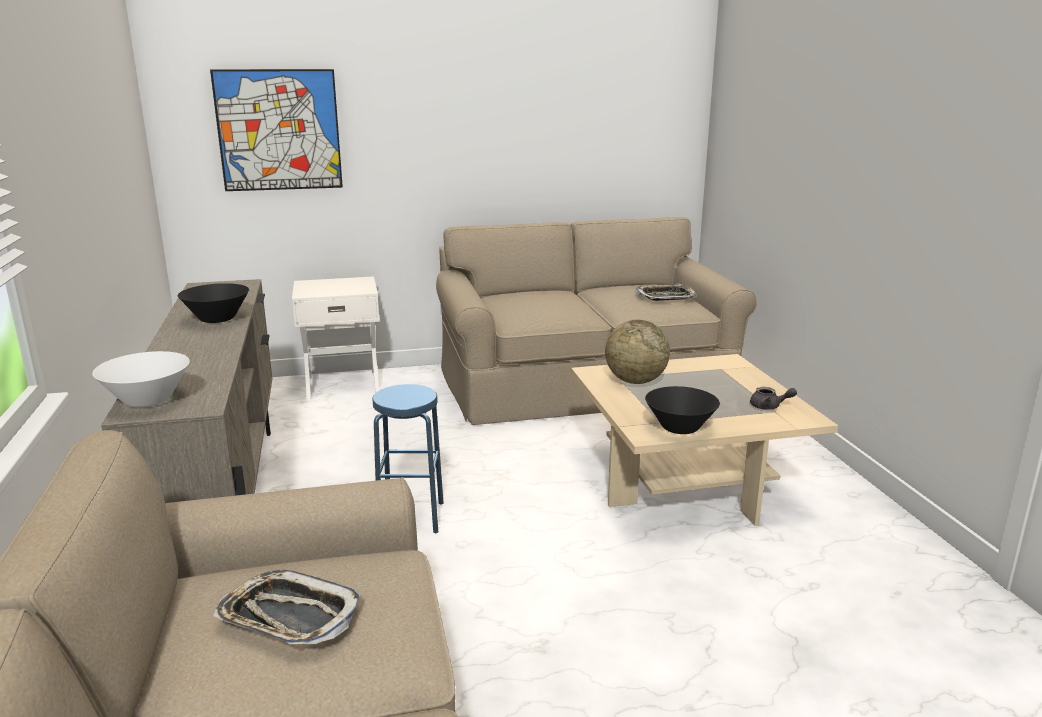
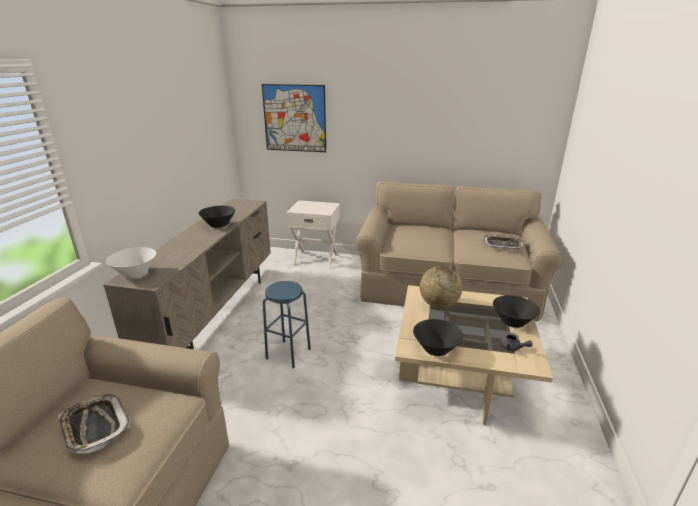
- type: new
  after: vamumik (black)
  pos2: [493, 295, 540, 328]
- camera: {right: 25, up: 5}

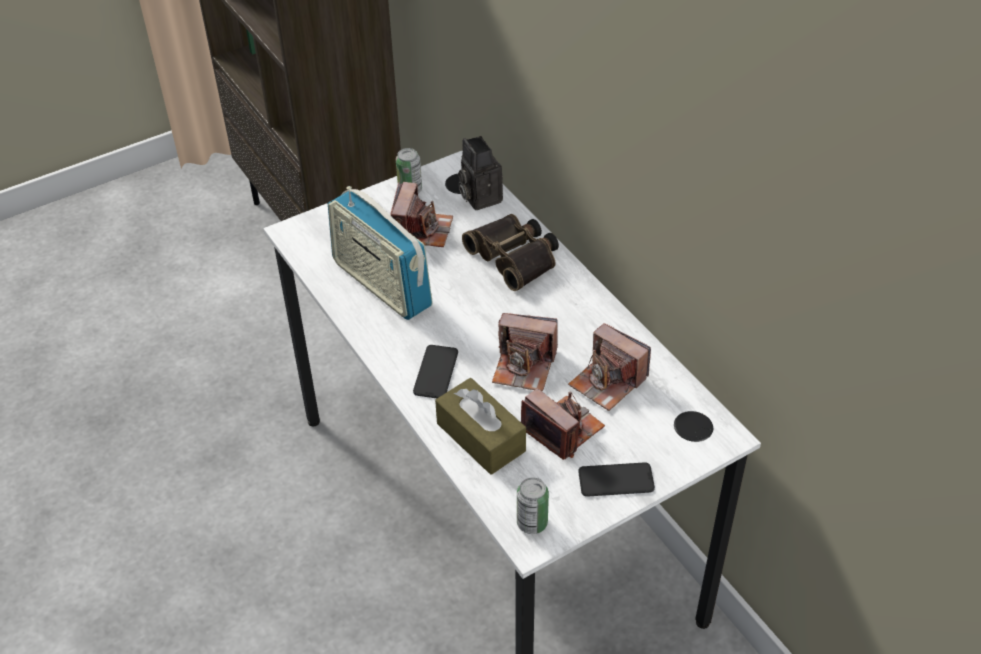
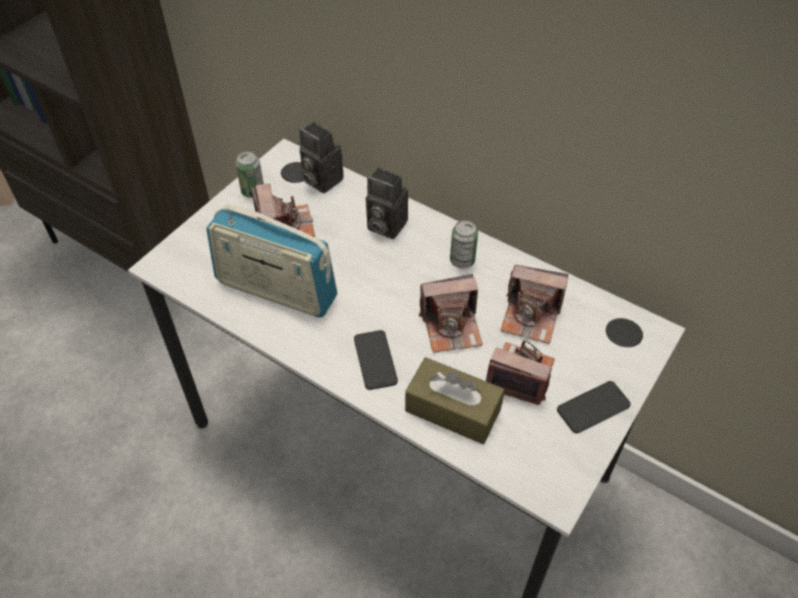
- type: swapped
  before: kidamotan
  after: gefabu
  pos1: [462, 214, 559, 291]
  pos2: [366, 168, 408, 239]
- type: shifted
  before: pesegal
  pos1: [517, 478, 549, 534]
  pos2: [450, 220, 478, 269]
- camera: {right: -25, up: 5}

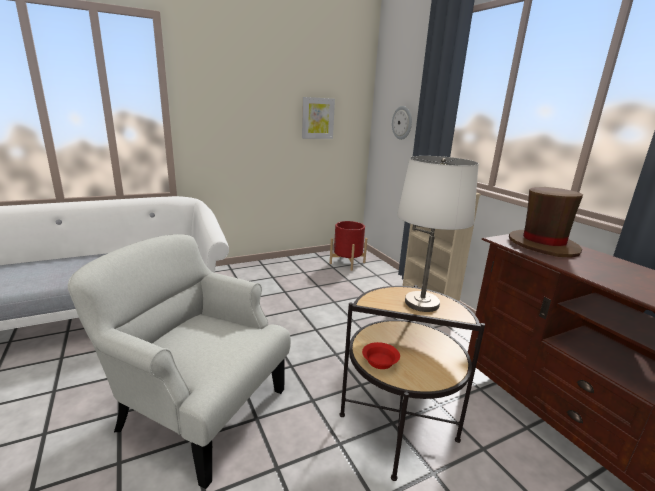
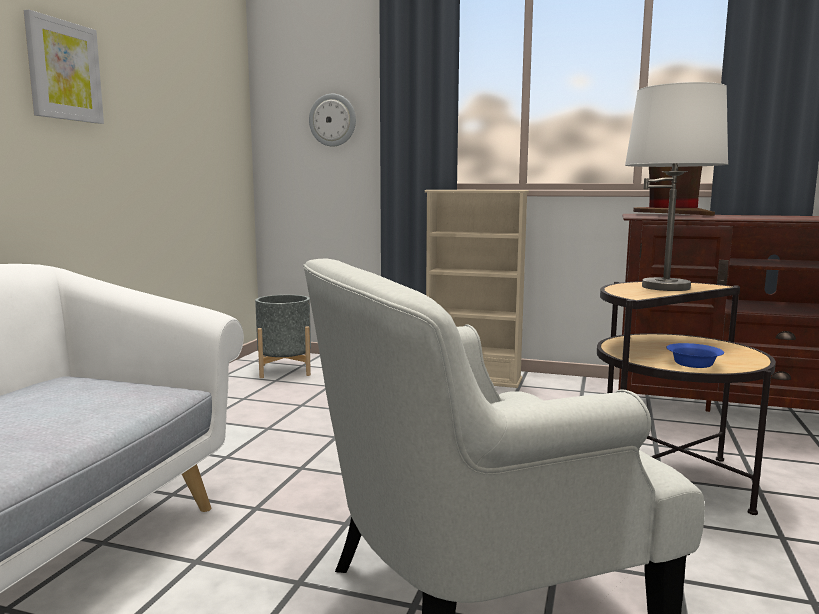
- type: shifted
  before: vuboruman
  pos1: [302, 97, 335, 139]
  pos2: [24, 10, 104, 124]
- type: repainted
  before: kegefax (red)
  after: kegefax (grey)
  pos1: [330, 221, 368, 271]
  pos2: [255, 295, 311, 378]
- type: repainted
  before: vamumik (red)
  after: vamumik (blue)
  pos1: [362, 342, 400, 369]
  pos2: [666, 343, 724, 368]
- camera: {right: -45, up: -10}

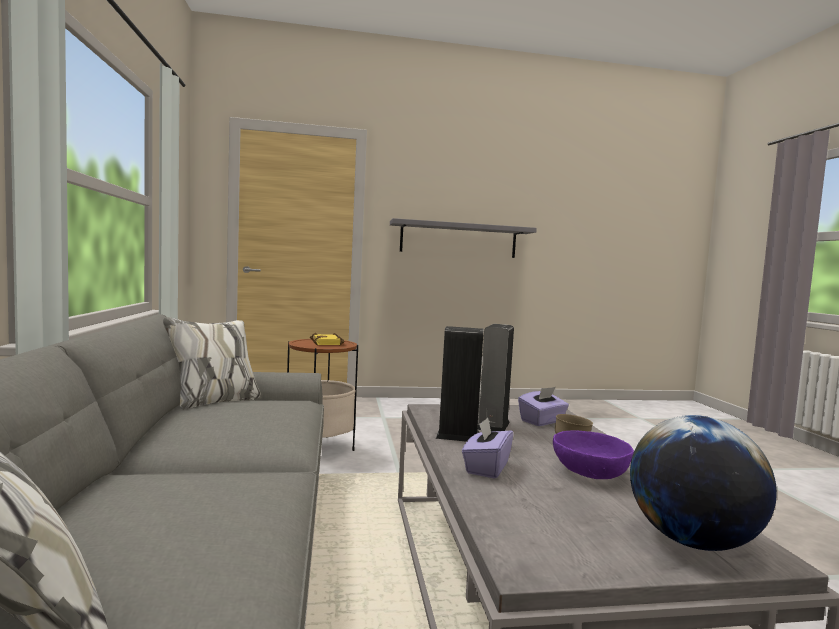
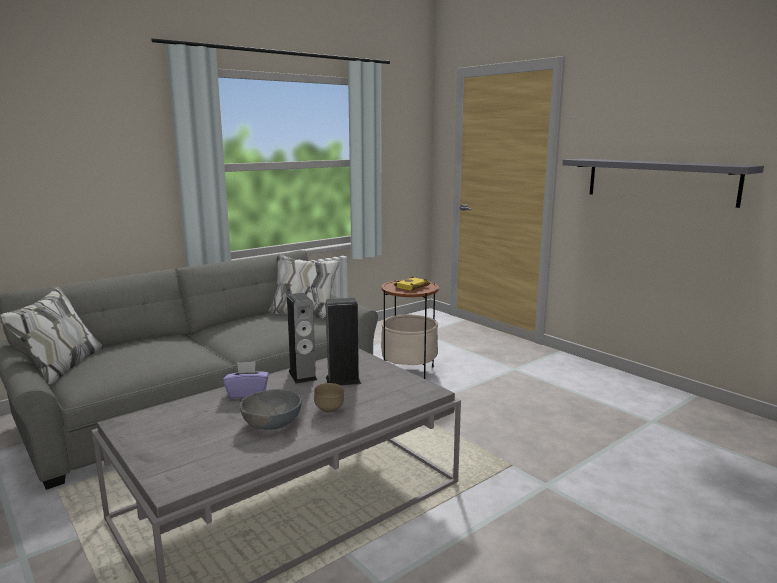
- type: repainted
  before: vamumik (purple)
  after: vamumik (grey)
  pos1: [553, 430, 634, 479]
  pos2: [240, 389, 302, 430]
- type: gone
  before: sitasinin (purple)
  pos1: [518, 387, 569, 426]
- type: gone
  before: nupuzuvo
  pos1: [630, 415, 777, 551]
- camera: {right: 60, up: 10}

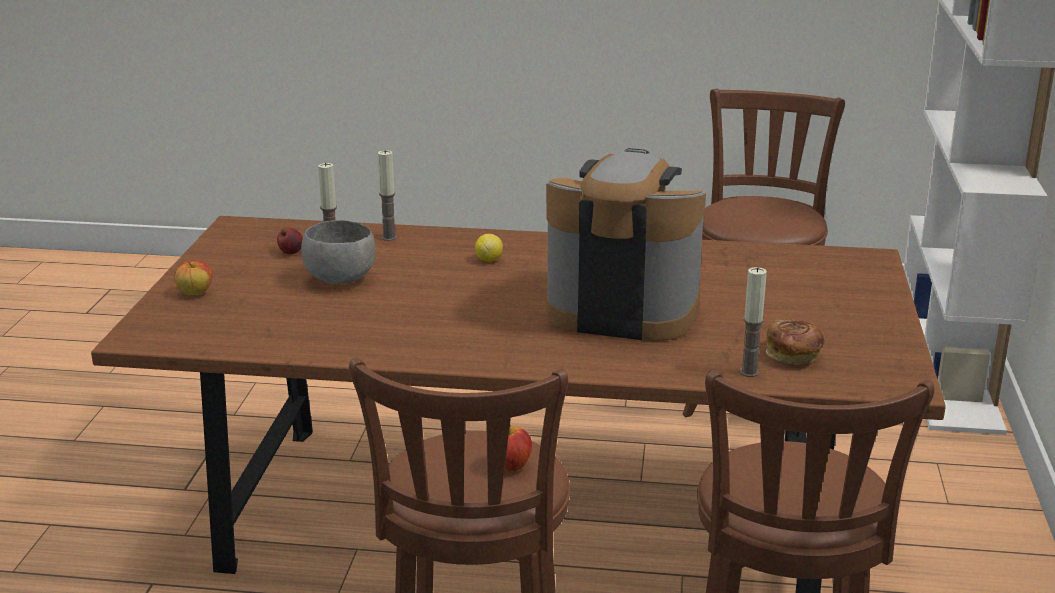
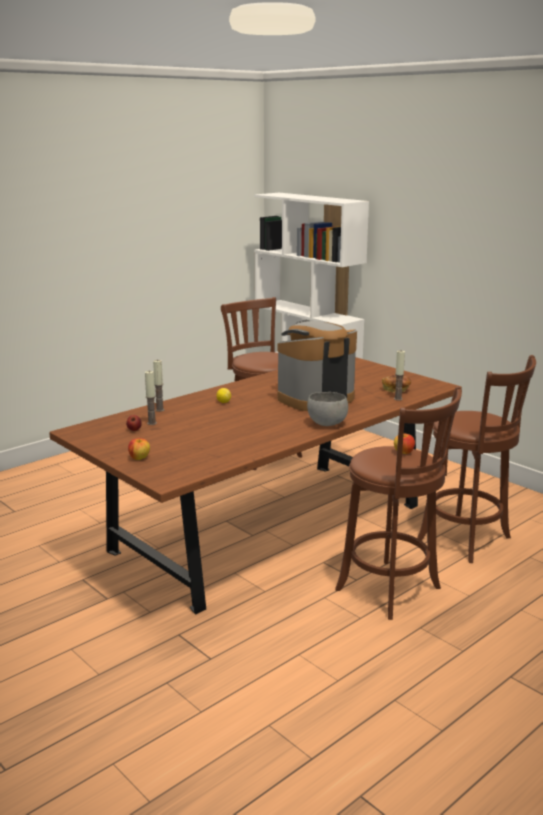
- type: shifted
  before: vamumik (grey)
  pos1: [301, 220, 376, 284]
  pos2: [307, 392, 348, 426]
- camera: {right: -50, up: -5}

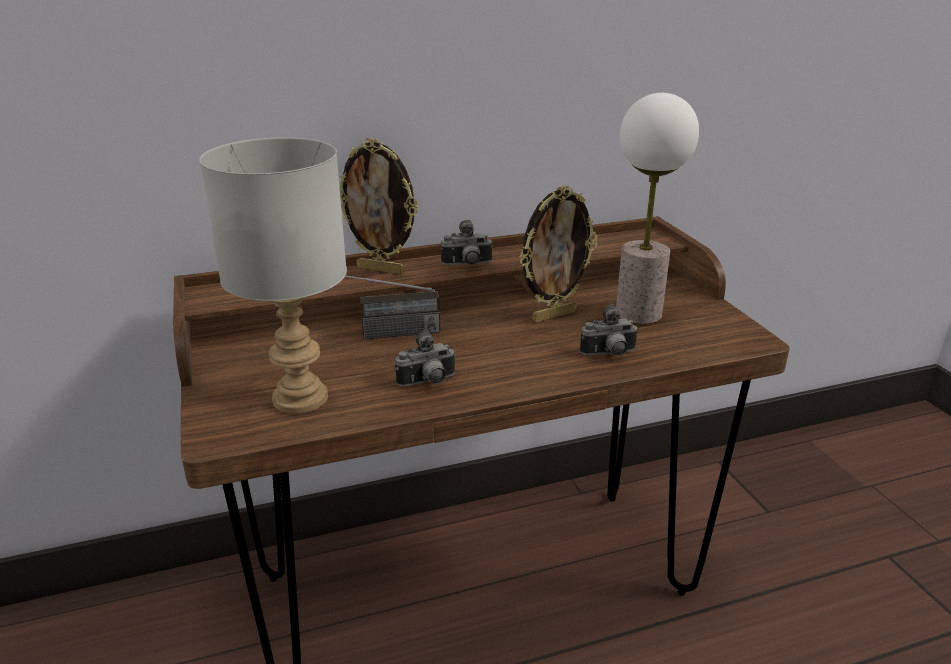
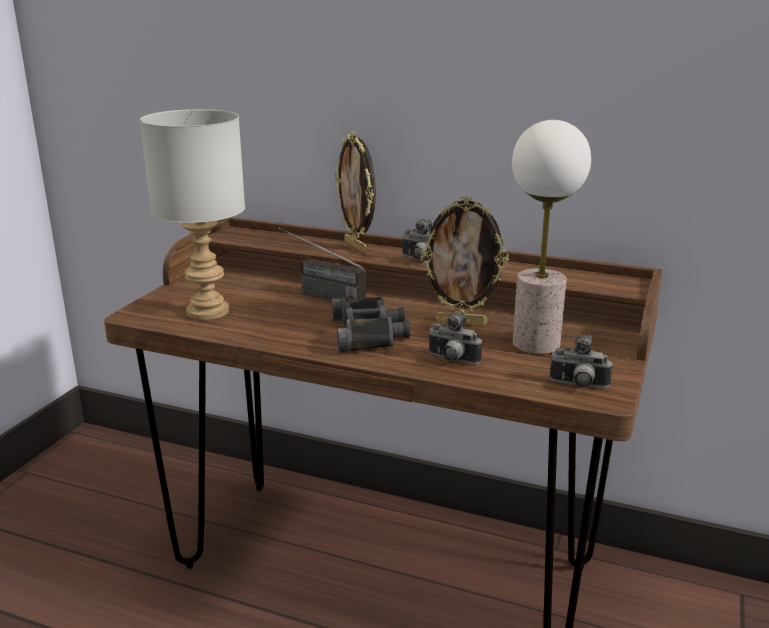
- type: new
  after: kidamotan (black)
  pos2: [331, 296, 410, 353]
- type: shifted
  before: gefabu
  pos1: [395, 330, 456, 387]
  pos2: [550, 335, 613, 388]
- camera: {right: 40, up: -5}

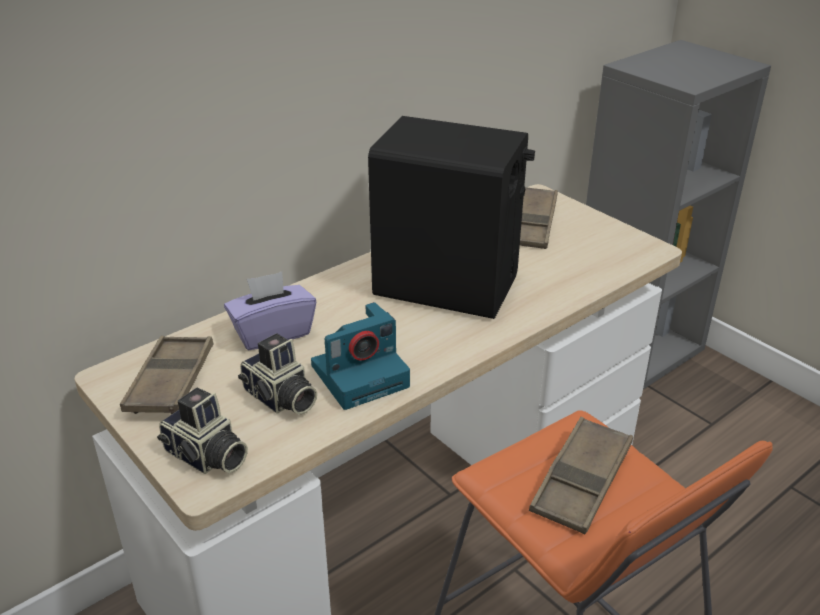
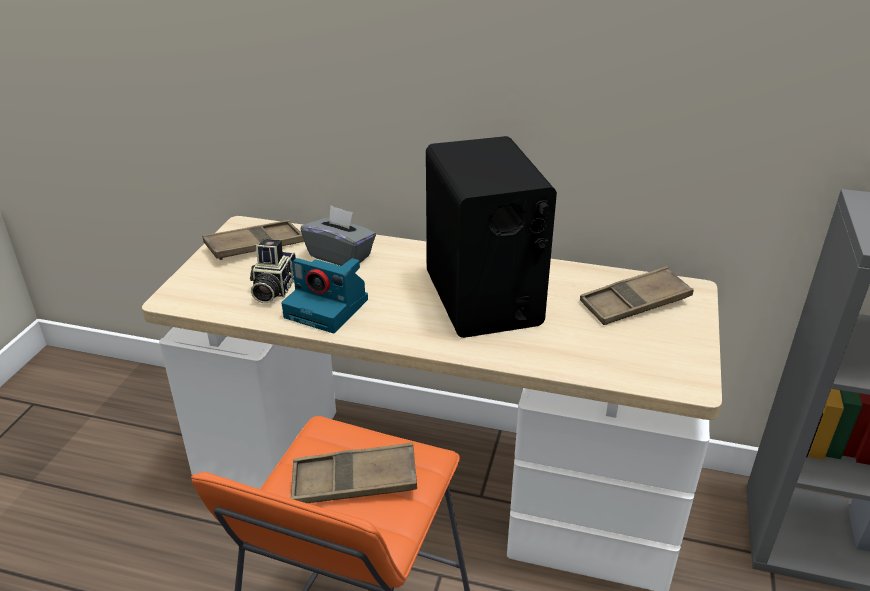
- type: repainted
  before: sitasinin (purple)
  after: sitasinin (grey)
  pos1: [224, 272, 316, 350]
  pos2: [300, 205, 376, 266]
- type: gone
  before: gefabu
  pos1: [157, 388, 248, 474]
- camera: {right: 55, up: 0}

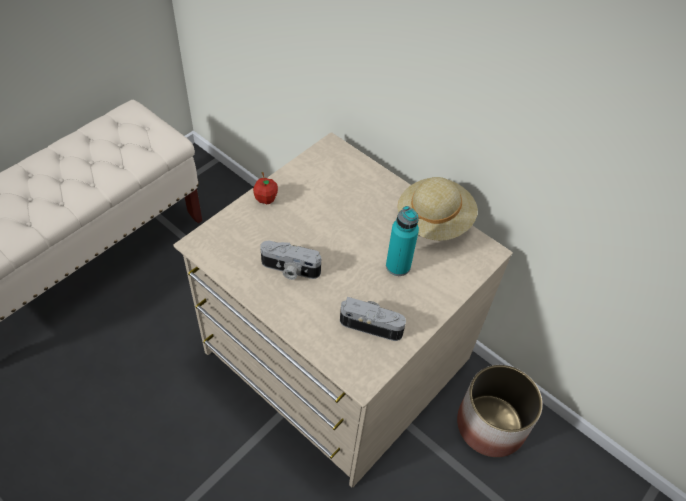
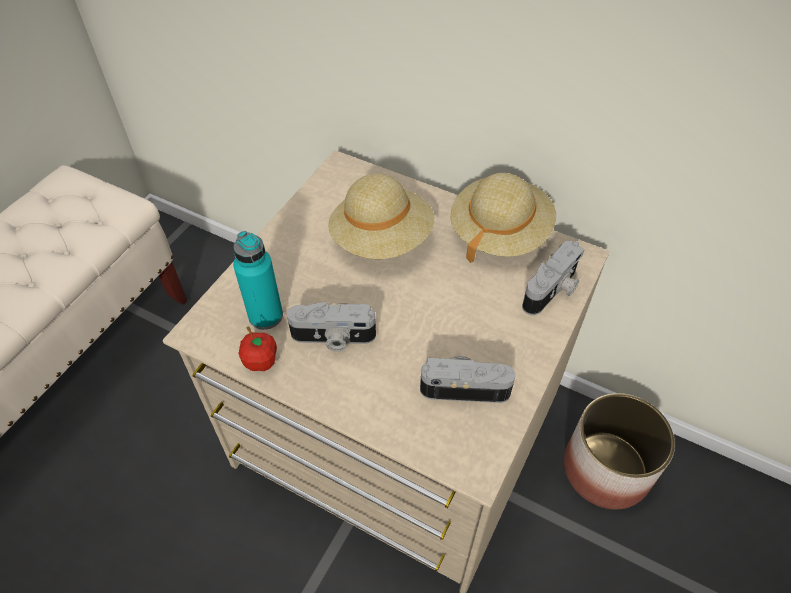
- type: shifted
  before: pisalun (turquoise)
  pos1: [386, 206, 419, 276]
  pos2: [233, 231, 283, 330]
- type: shifted
  before: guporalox
  pos1: [253, 172, 278, 204]
  pos2: [238, 327, 277, 371]
- type: new
  after: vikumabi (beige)
  pos2: [328, 174, 435, 259]
- type: new
  after: gefabu
  pos2: [522, 240, 585, 315]
- camera: {right: -10, up: 0}

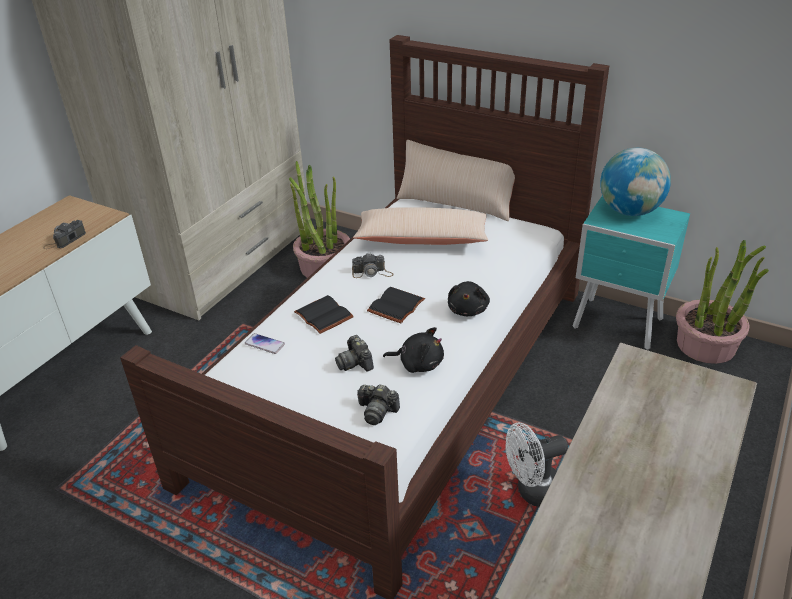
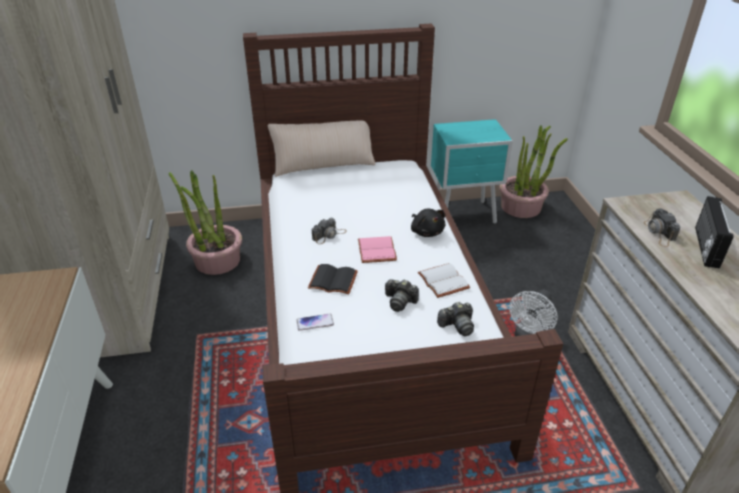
- type: repainted
  before: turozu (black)
  after: turozu (pink)
  pos1: [367, 287, 425, 323]
  pos2: [358, 236, 397, 263]
- type: swapped
  before: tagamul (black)
  after: turozu (white)
  pos1: [383, 327, 444, 373]
  pos2: [418, 263, 470, 298]
- type: shifted
  before: gefabu
  pos1: [43, 220, 86, 249]
  pos2: [644, 208, 680, 247]
- type: new
  after: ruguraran
  pos2: [695, 196, 734, 268]
- type: gone
  before: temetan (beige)
  pos1: [353, 207, 488, 245]
- type: gone
  before: nupuzuvo
  pos1: [600, 148, 671, 216]
- camera: {right: -40, up: 0}

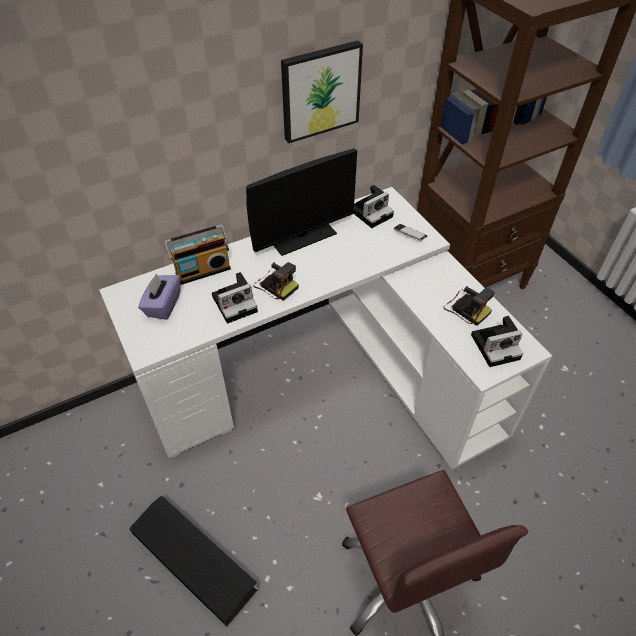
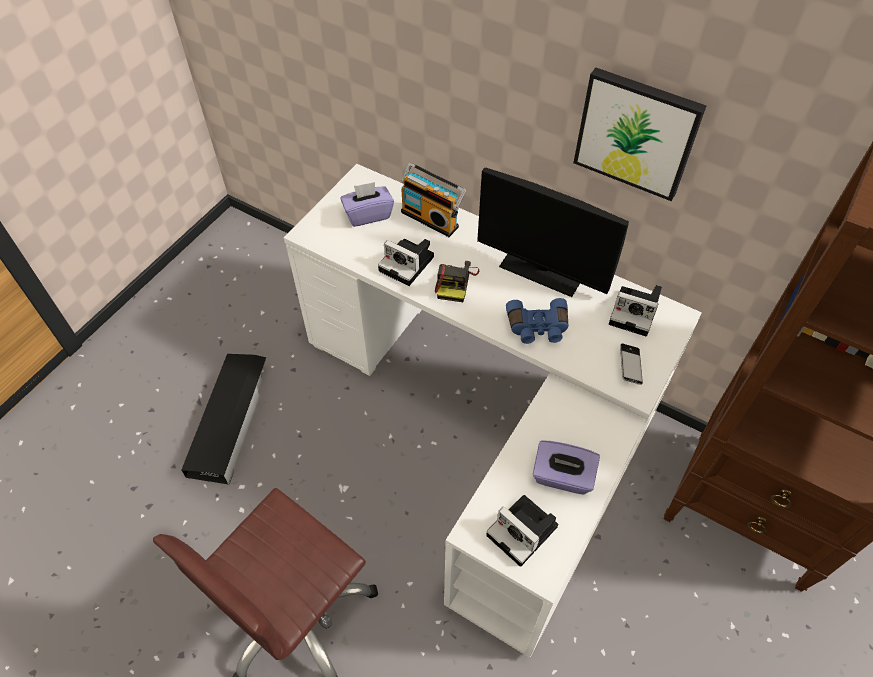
- type: new
  after: kidamotan (blue)
  pos2: [506, 298, 568, 344]
- type: swapped
  before: gefabu
  after: sitasinin (purple)
  pos1: [443, 286, 495, 326]
  pos2: [533, 440, 600, 495]
- camera: {right: 60, up: 5}

